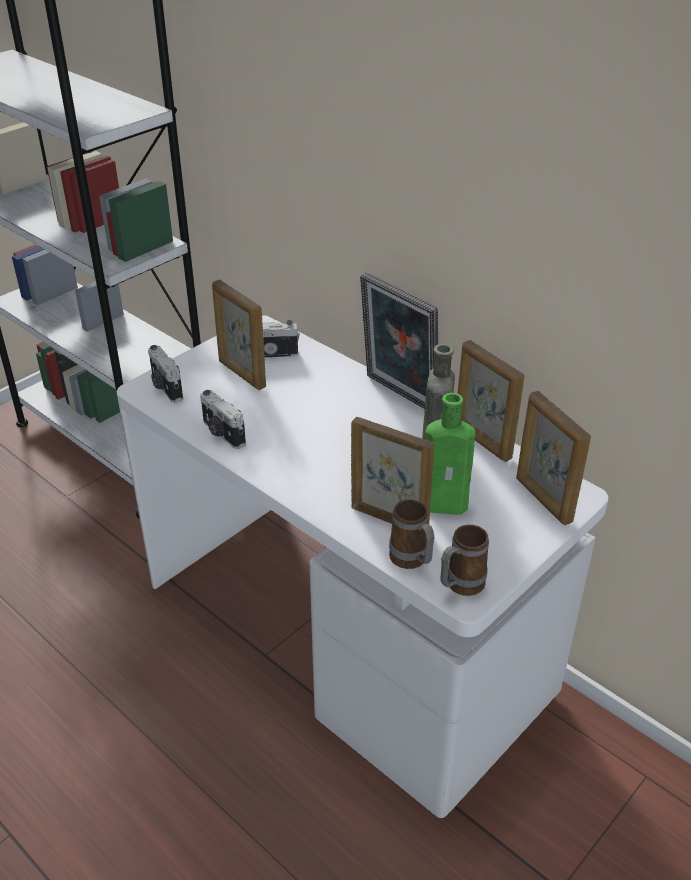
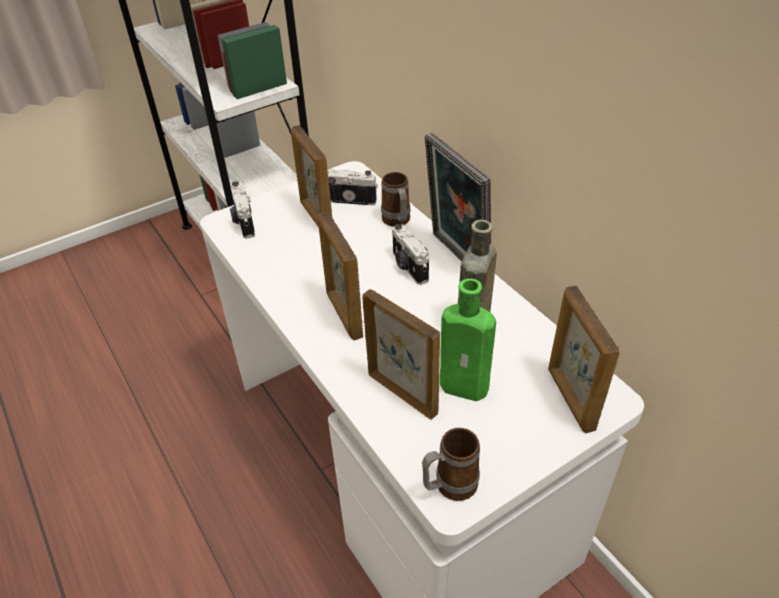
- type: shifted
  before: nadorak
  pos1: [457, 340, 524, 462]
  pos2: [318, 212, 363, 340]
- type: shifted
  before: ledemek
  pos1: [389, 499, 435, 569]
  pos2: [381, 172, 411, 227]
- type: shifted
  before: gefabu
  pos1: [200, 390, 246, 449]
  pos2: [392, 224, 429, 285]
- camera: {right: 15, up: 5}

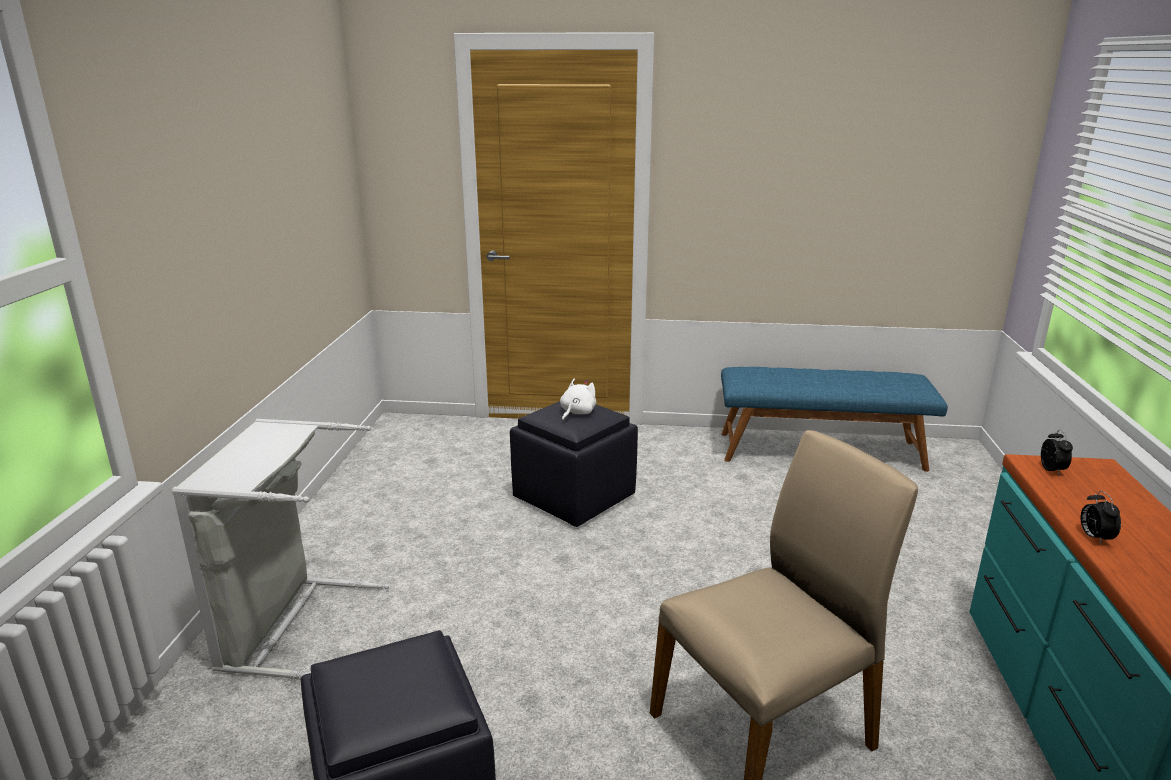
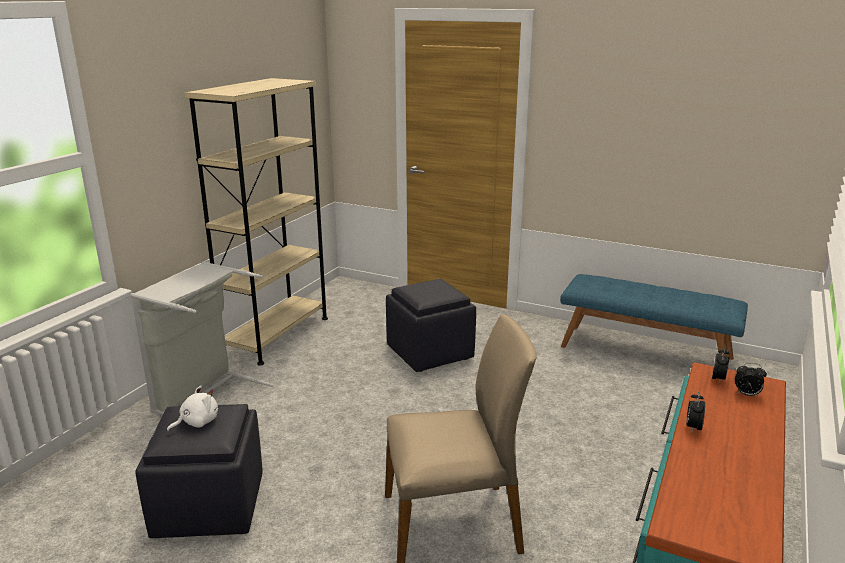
- type: shifted
  before: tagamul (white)
  pos1: [560, 379, 596, 421]
  pos2: [167, 386, 218, 432]
- type: new
  after: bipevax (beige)
  pos2: [185, 78, 328, 365]
- type: new
  after: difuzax
  pos2: [735, 363, 767, 397]
- camera: {right: 20, up: 0}

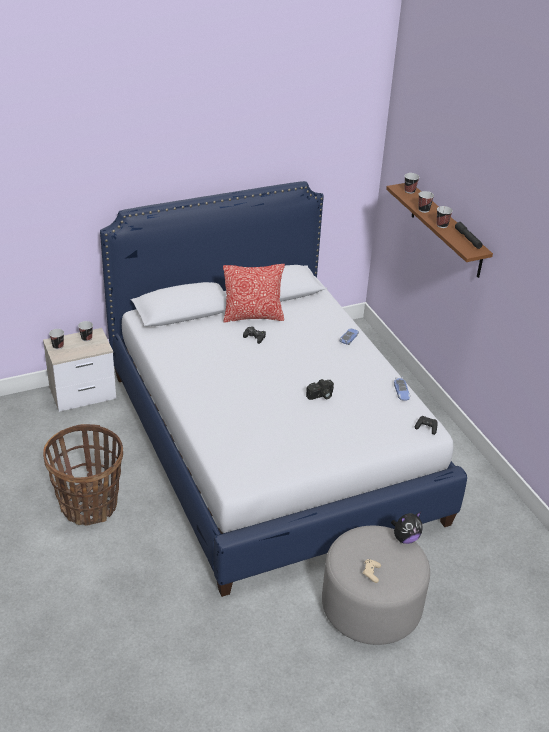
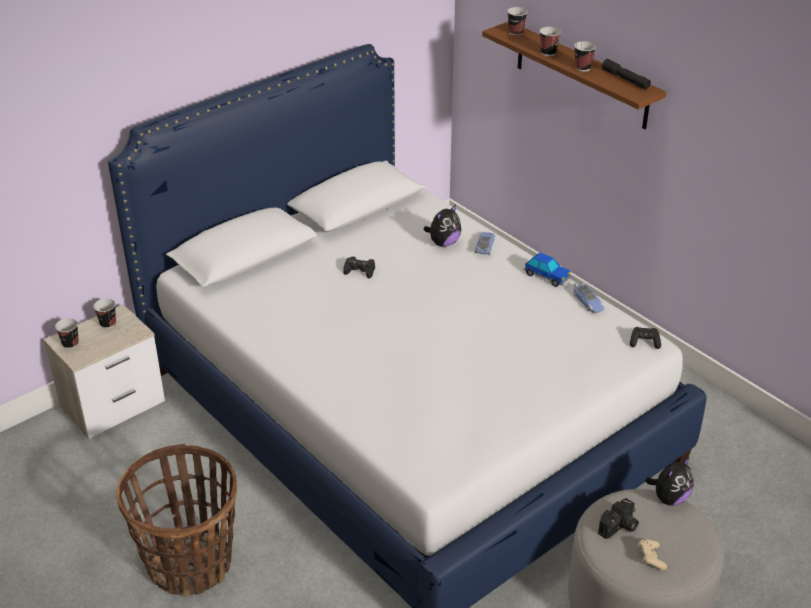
- type: new
  after: tagamul
  pos2: [424, 204, 461, 247]
- type: new
  after: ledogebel
  pos2: [524, 252, 571, 287]
- type: shifted
  before: gefabu
  pos1: [306, 379, 334, 400]
  pos2: [598, 498, 639, 539]
- type: gone
  before: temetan
  pos1: [223, 264, 285, 323]
- camera: {right: -15, up: 0}

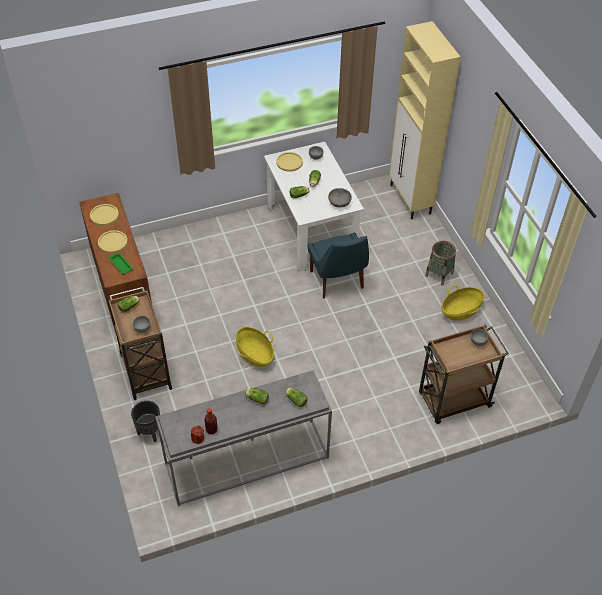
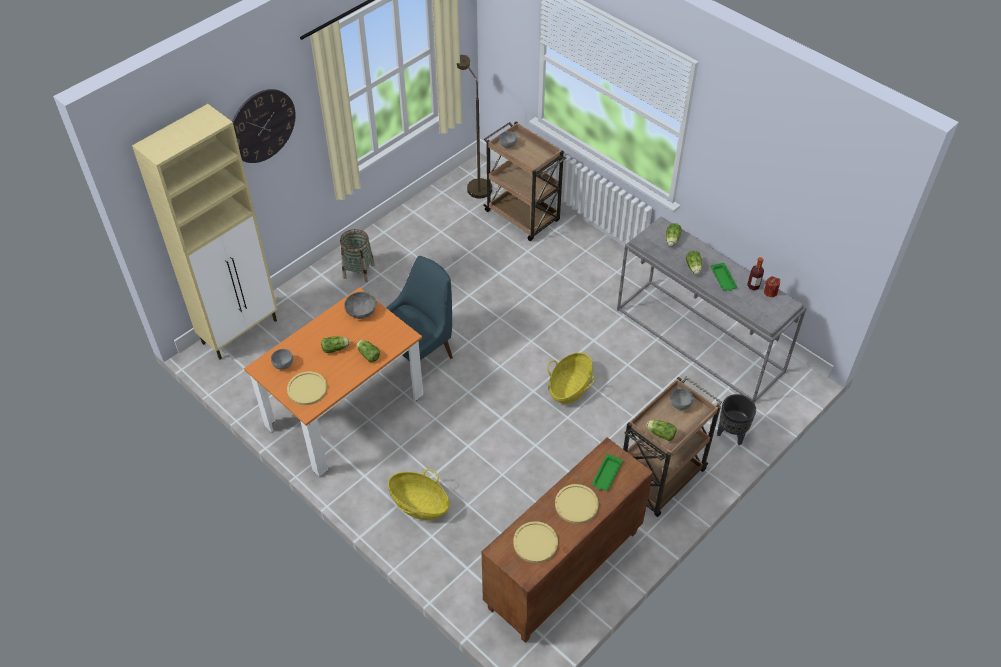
- type: new
  after: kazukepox
  pos2: [232, 89, 296, 163]
- type: repainted
  before: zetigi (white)
  after: zetigi (orange)
  pos1: [264, 142, 364, 271]
  pos2: [244, 287, 423, 477]
- type: shifted
  before: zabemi
  pos1: [441, 285, 484, 321]
  pos2: [388, 469, 450, 520]
- type: new
  after: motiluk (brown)
  pos2: [457, 55, 492, 198]
- type: new
  after: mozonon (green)
  pos2: [710, 263, 737, 291]
- camera: {right: -115, up: 0}

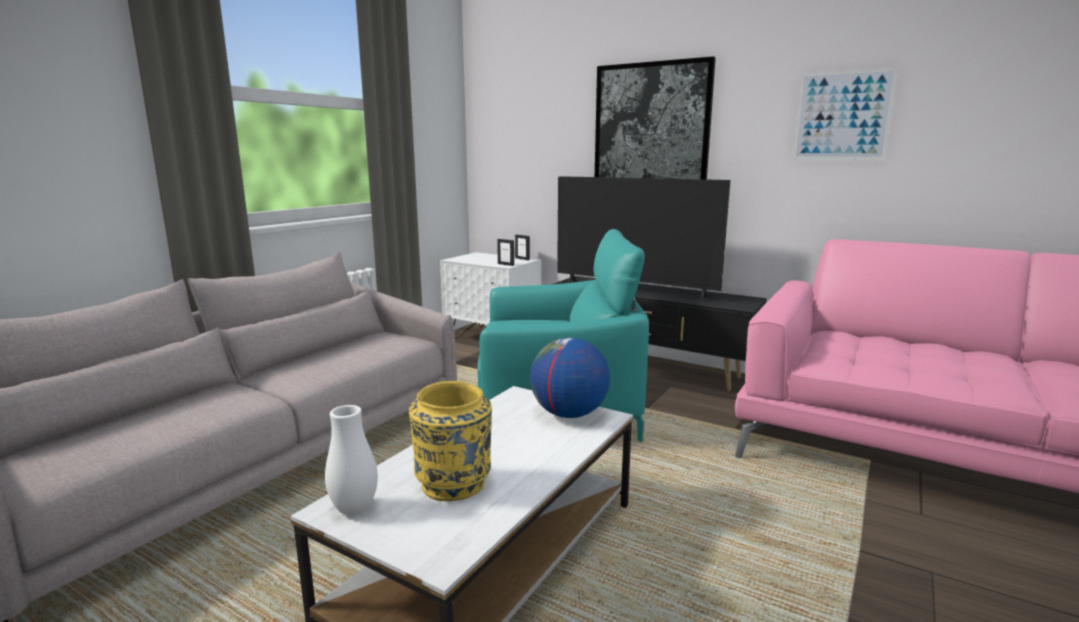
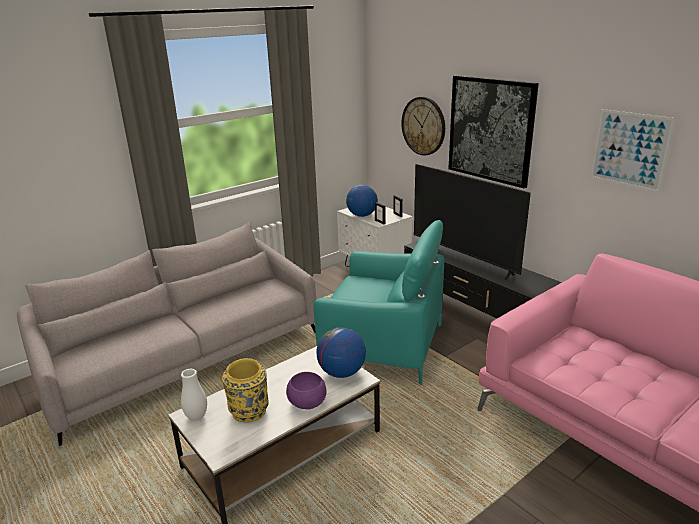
- type: new
  after: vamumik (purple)
  pos2: [286, 372, 326, 410]
- type: new
  after: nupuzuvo
  pos2: [346, 185, 378, 217]
- type: new
  after: kazukepox
  pos2: [401, 97, 445, 155]
- camera: {right: 20, up: 10}

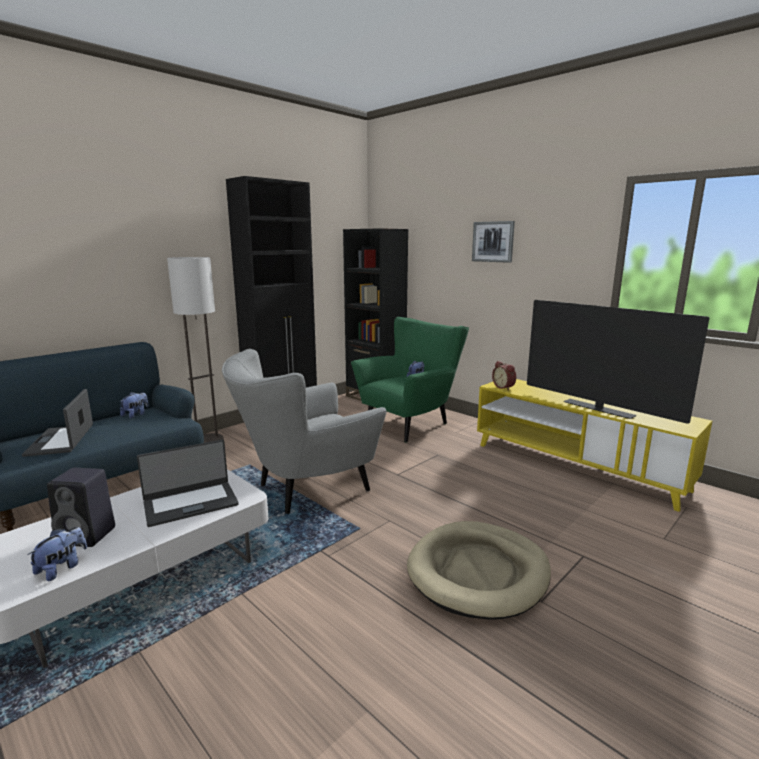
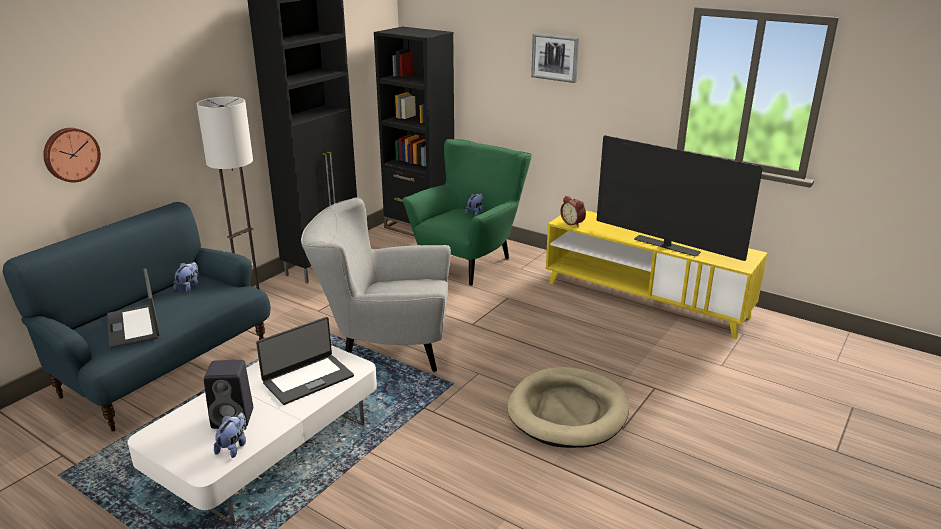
- type: new
  after: kazukepox
  pos2: [43, 128, 101, 182]
- type: rotated
  before: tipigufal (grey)
  pos1: [222, 349, 387, 514]
  pos2: [301, 197, 451, 372]
  turn: 45
- camera: {right: -10, up: 10}

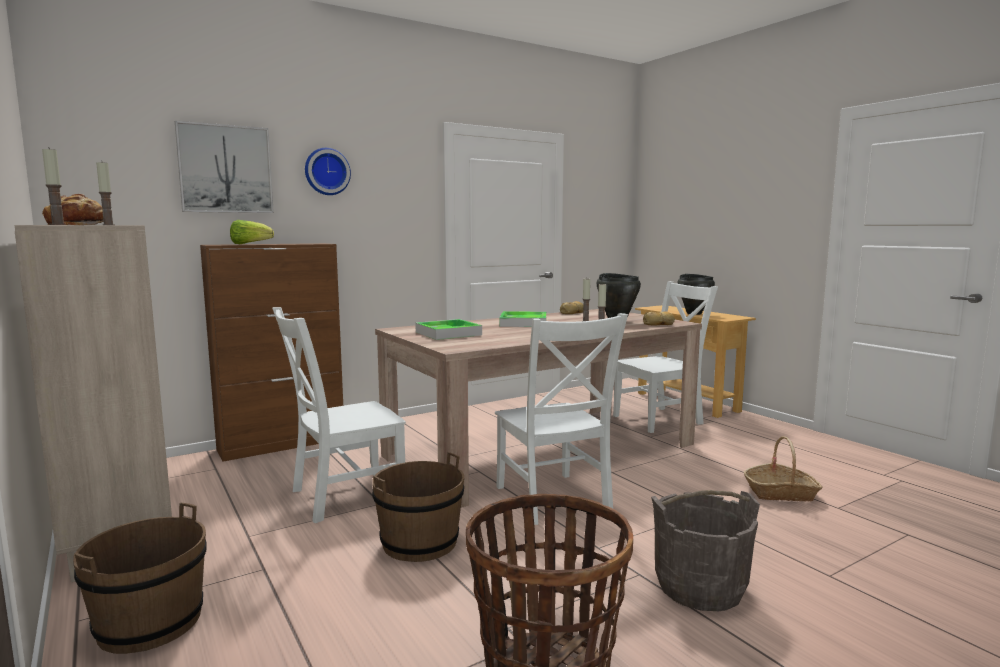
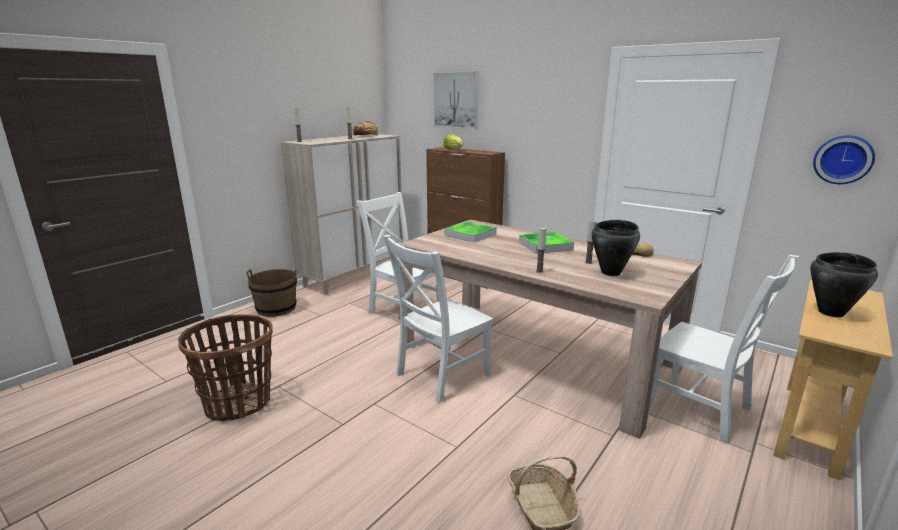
- type: shifted
  before: kazukepox
  pos1: [305, 148, 351, 195]
  pos2: [813, 135, 875, 184]
- type: gone
  before: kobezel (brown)
  pos1: [372, 452, 464, 562]
- type: gone
  before: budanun
  pos1: [643, 312, 675, 325]
- type: gone
  before: kobezel (grey)
  pos1: [651, 490, 760, 611]
- camera: {right: 70, up: 10}

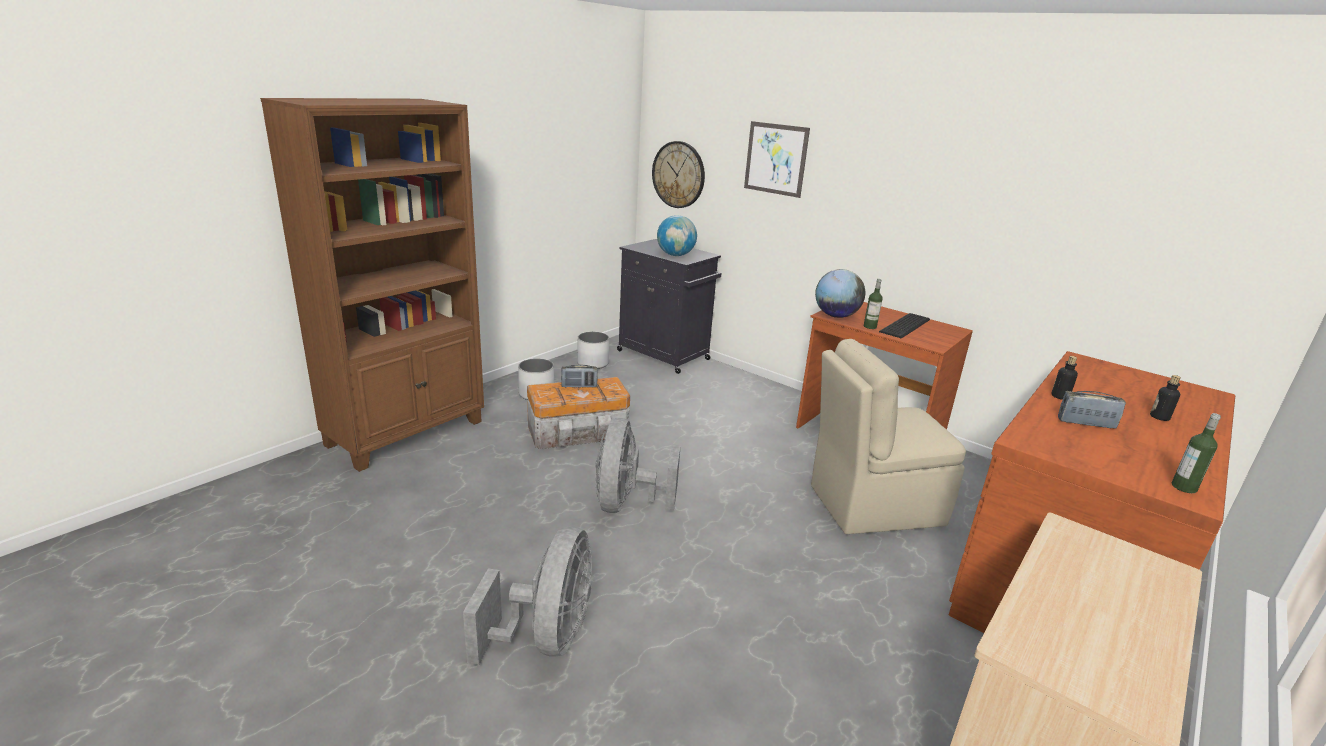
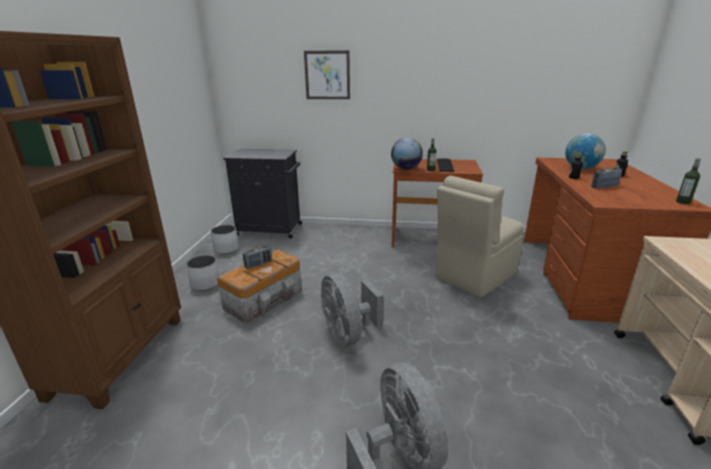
- type: shifted
  before: nupuzuvo
  pos1: [657, 215, 697, 256]
  pos2: [565, 133, 606, 169]
- type: gone
  before: kazukepox
  pos1: [652, 141, 705, 208]
- camera: {right: -30, up: 0}

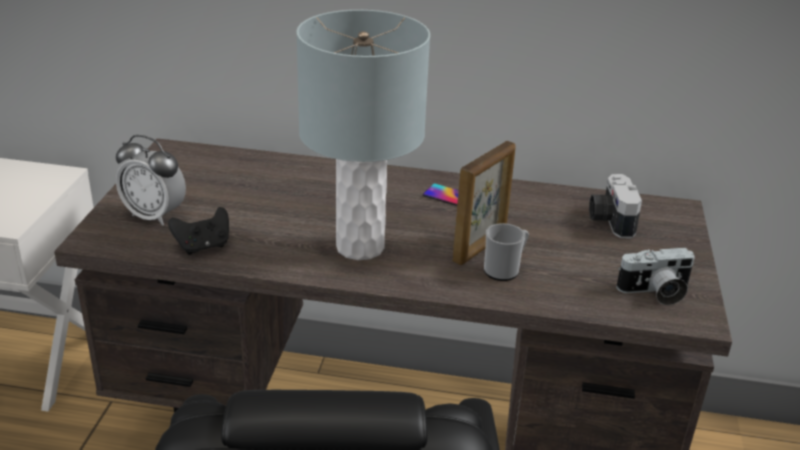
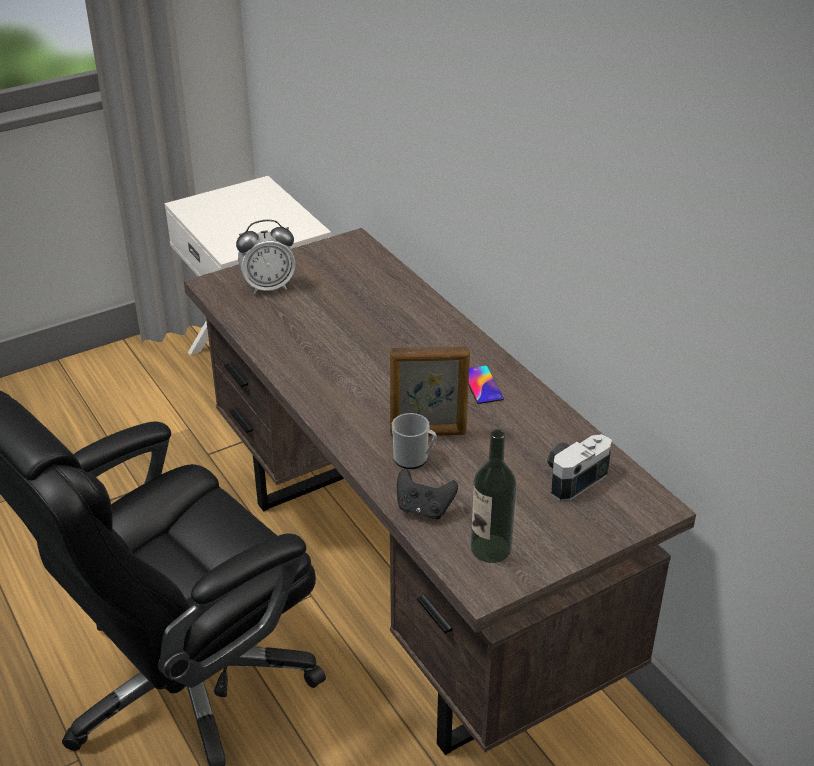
- type: rotated
  before: difuzax
  pos1: [116, 135, 186, 226]
  pos2: [236, 220, 295, 294]
  turn: -90
- type: shifted
  before: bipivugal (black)
  pos1: [168, 207, 229, 255]
  pos2: [397, 469, 458, 519]
- type: swapped
  before: gefabu
  after: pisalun
  pos1: [616, 248, 695, 305]
  pos2: [471, 429, 516, 563]
- type: gone
  before: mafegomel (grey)
  pos1: [296, 10, 430, 260]
- camera: {right: 50, up: 5}

